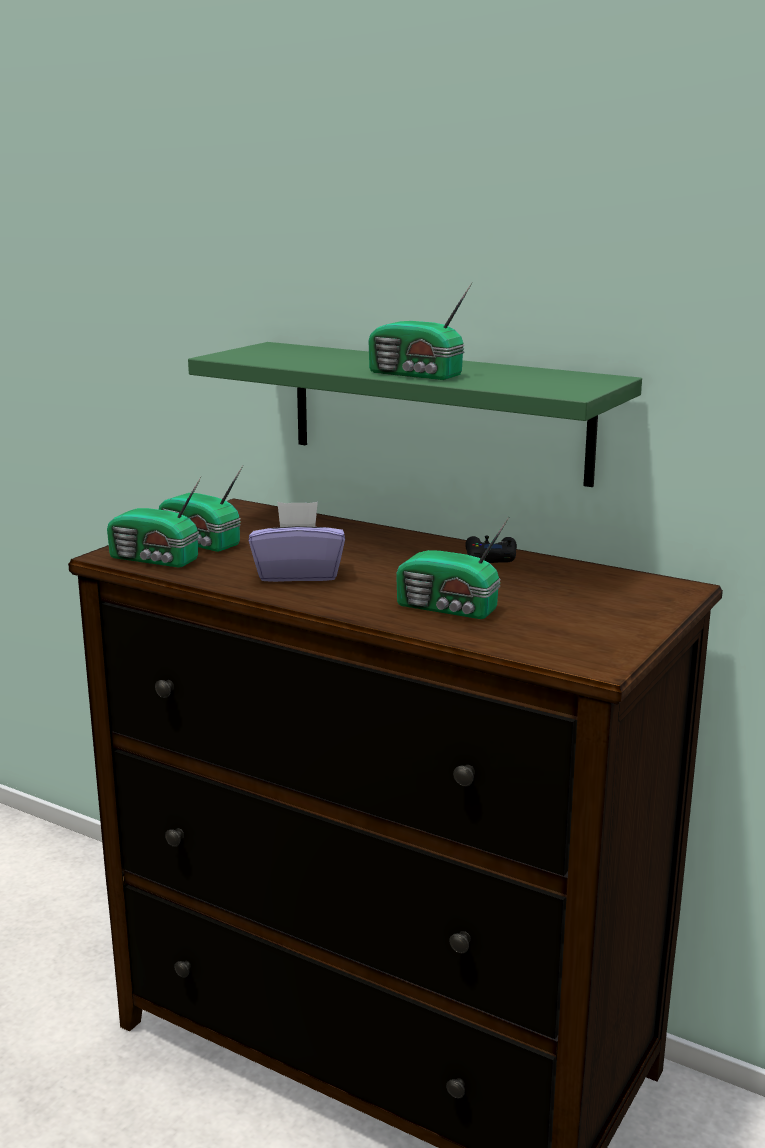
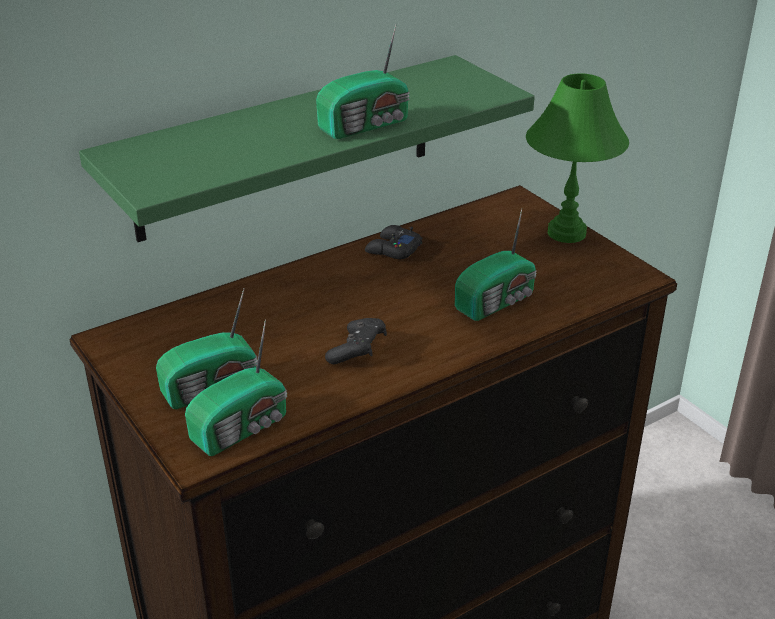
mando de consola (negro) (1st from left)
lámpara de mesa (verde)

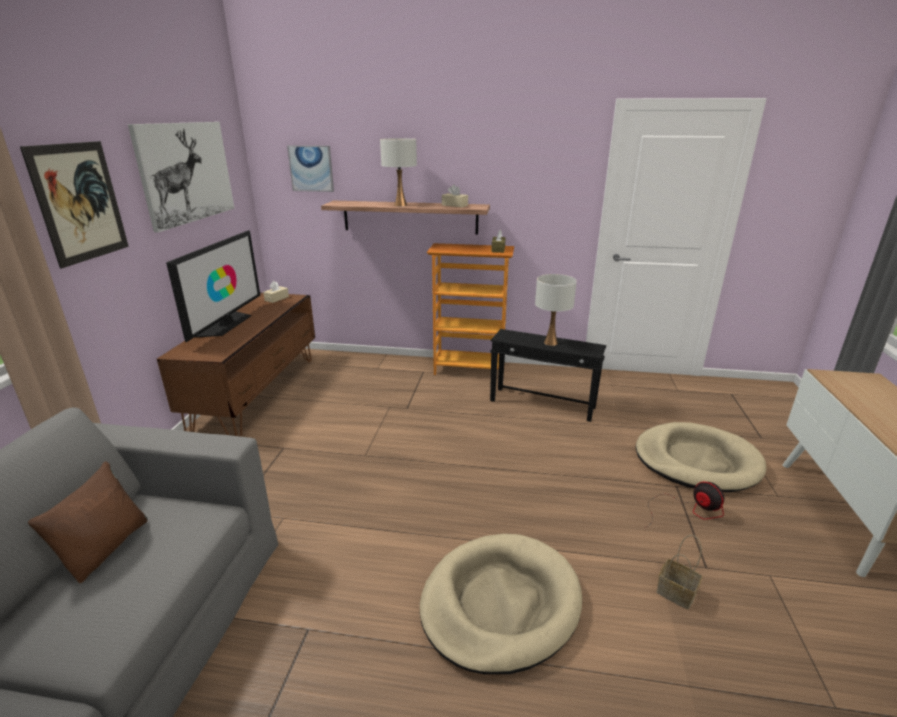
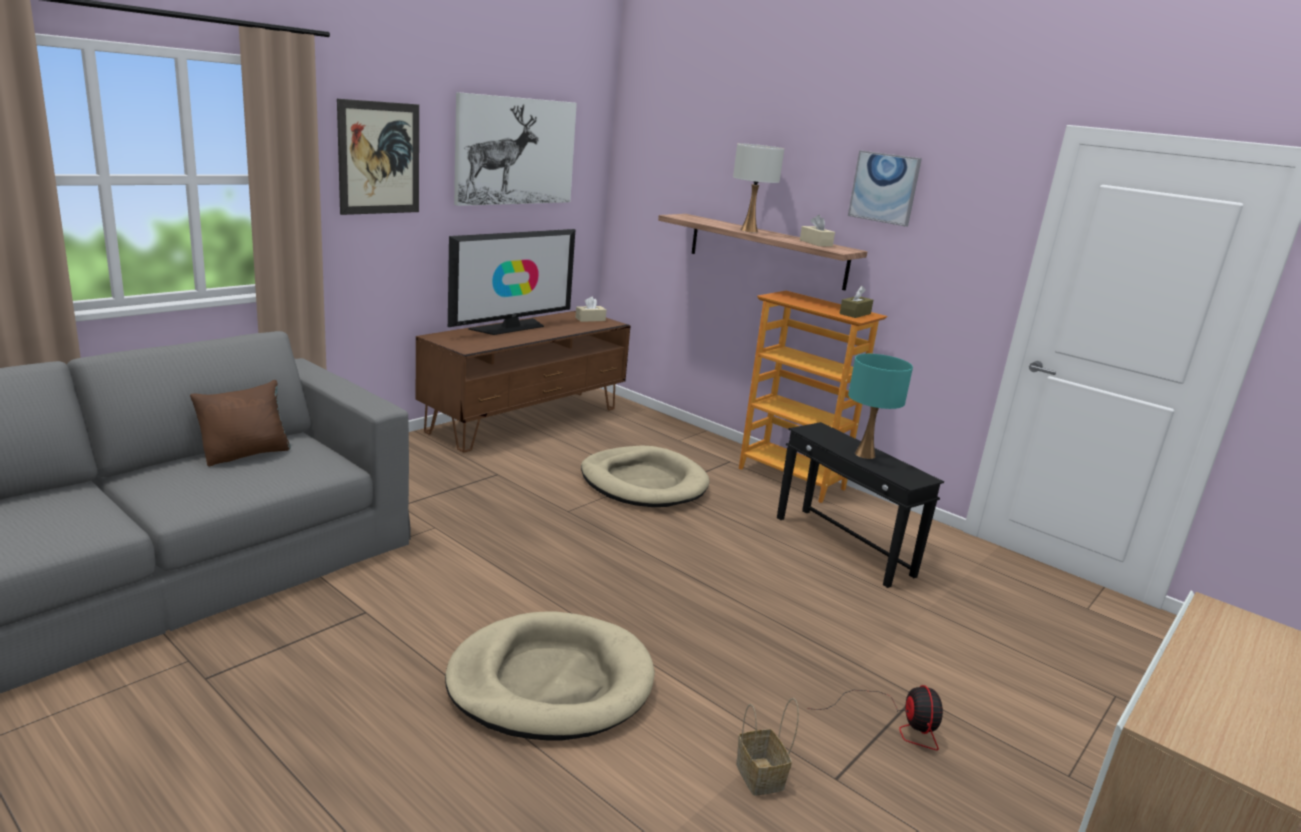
cama para perro (beis) (2nd from left)
cuadro (3rd from left)
lámpara de mesa (turquesa)

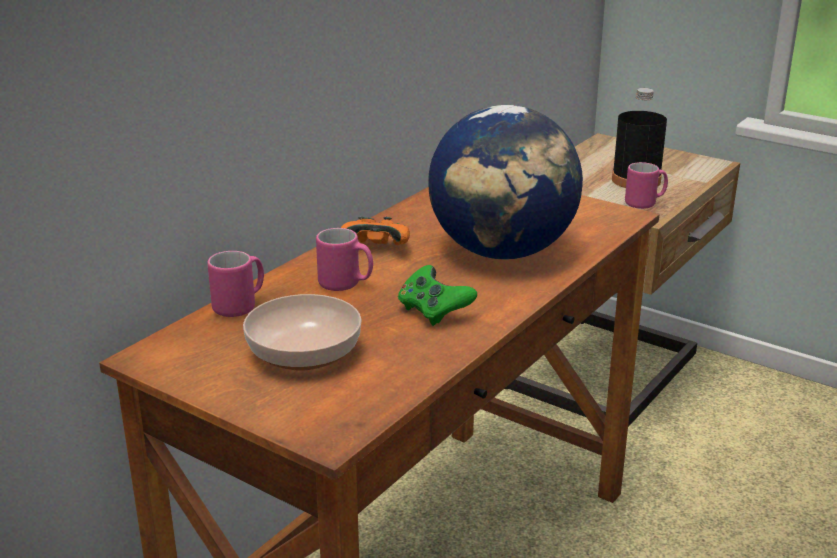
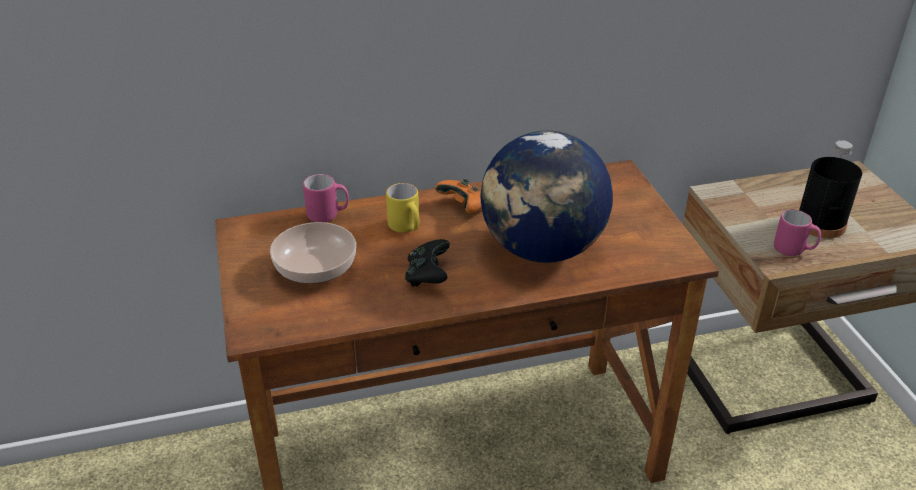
taza grande (amarillo)
mando de consola (negro)

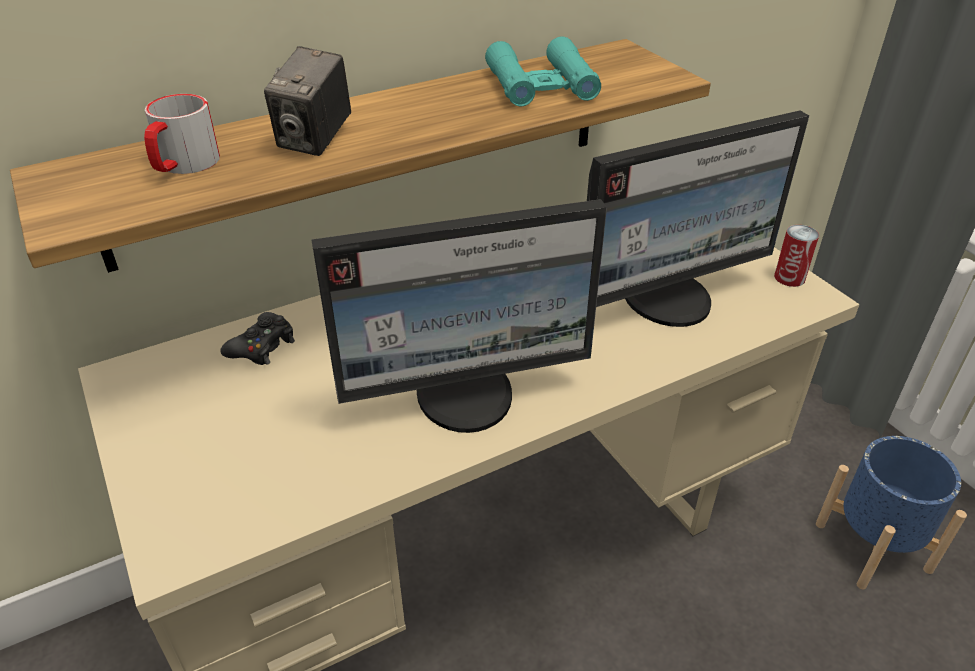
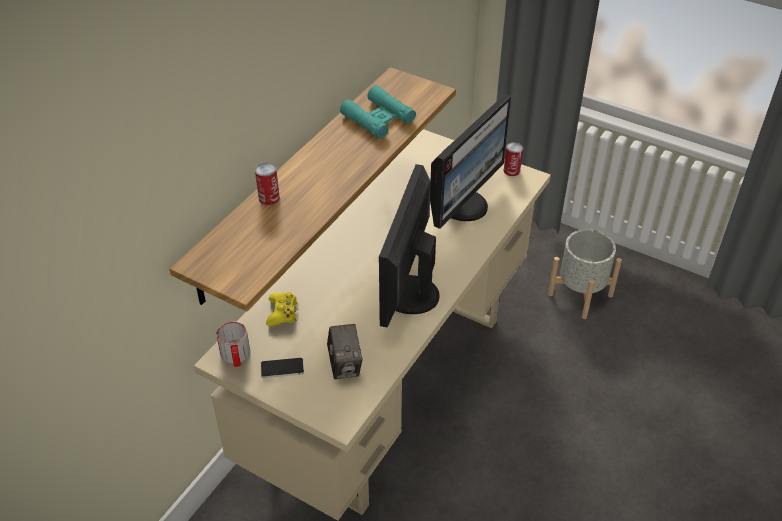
taza grande
lata (1st from left)
móvil
mando de consola (amarillo)
cámara
monitor (1st from left)
maceta (gris)

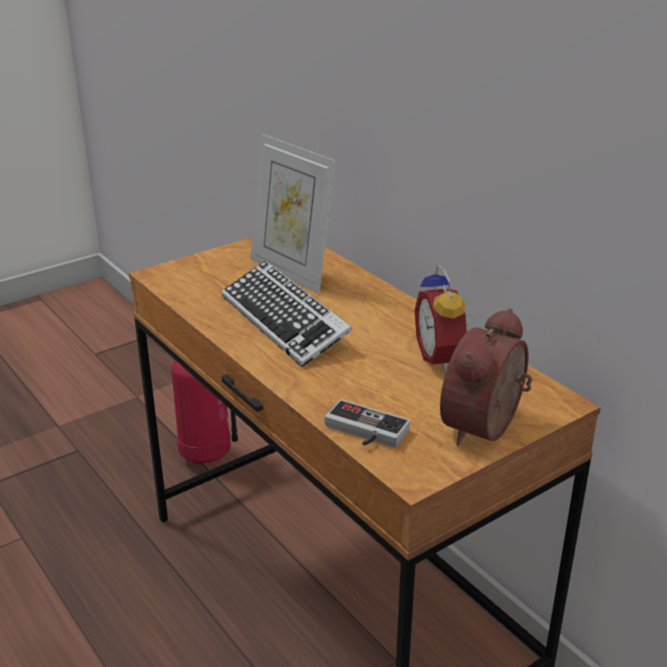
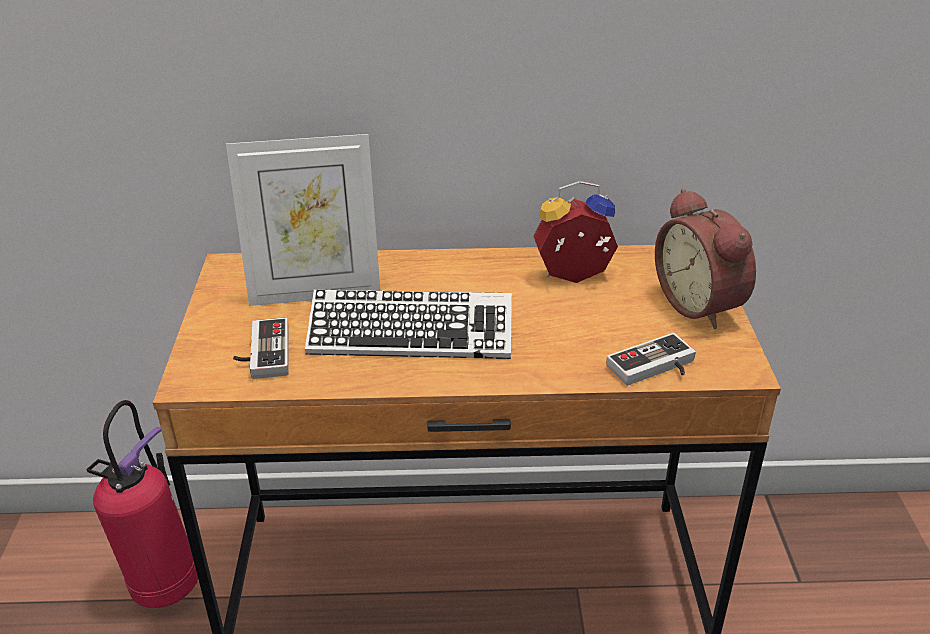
mando de consola (1st from left)
despertador (1st from left)

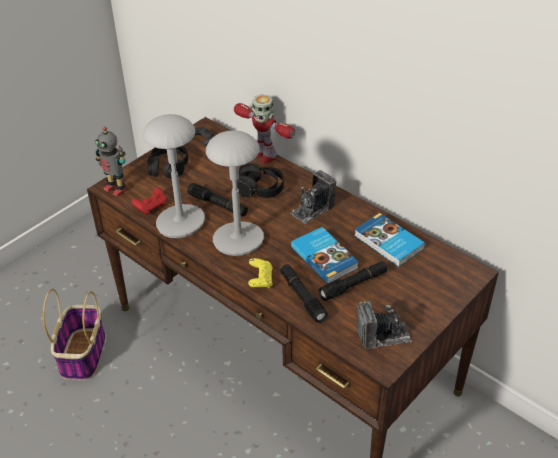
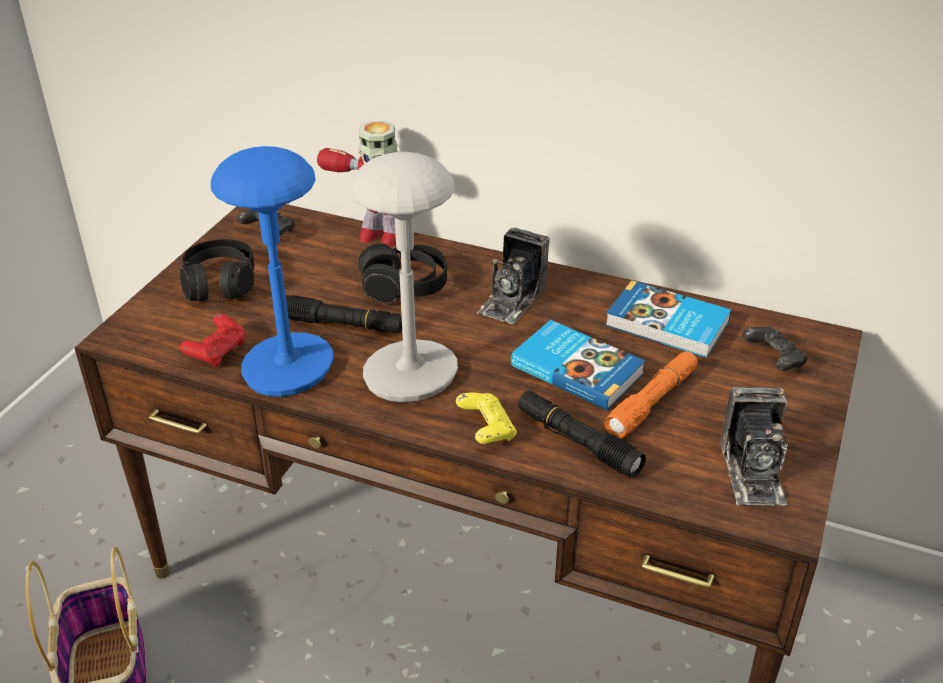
lámpara de mesa (azul)
linterna (naranja)
cámara (2nd from left)
mando de consola (negro) (2nd from left)
robot de juguete (1st from left in the first image)

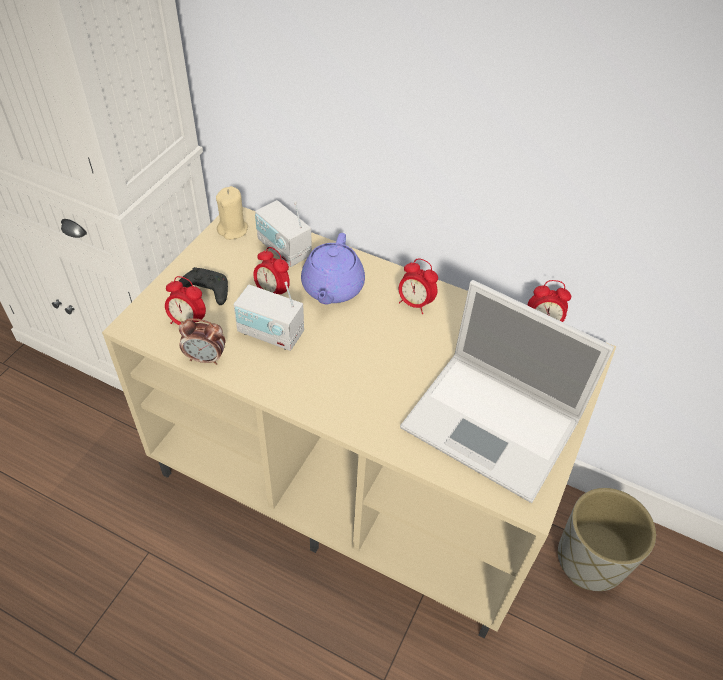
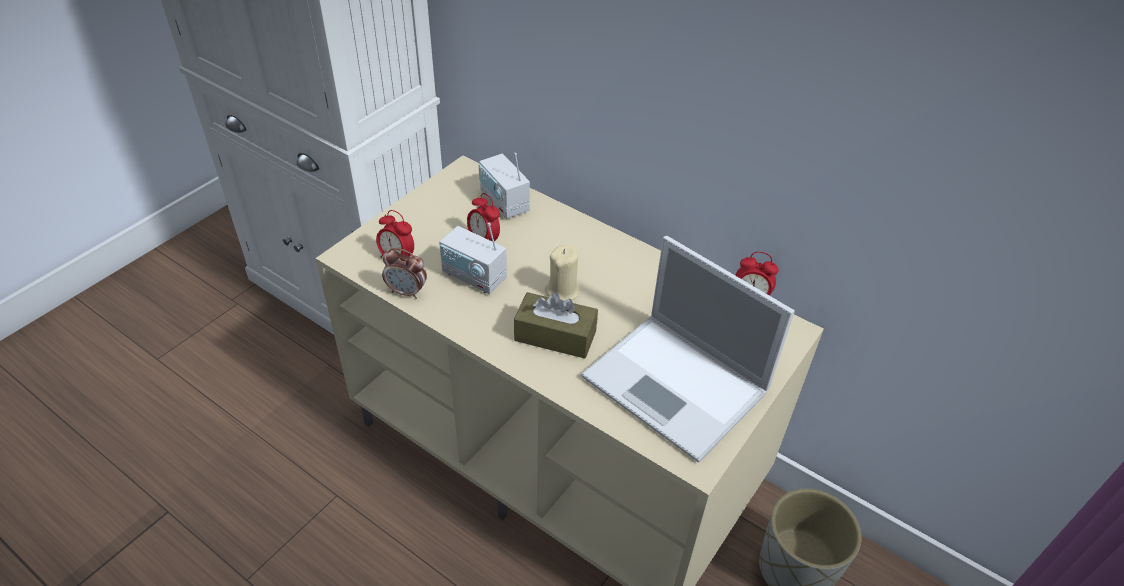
caja de pañuelos (marrón)
vela (beis)
mando de consola (negro)
tetera (morado)
despertador (4th from left in the first image)

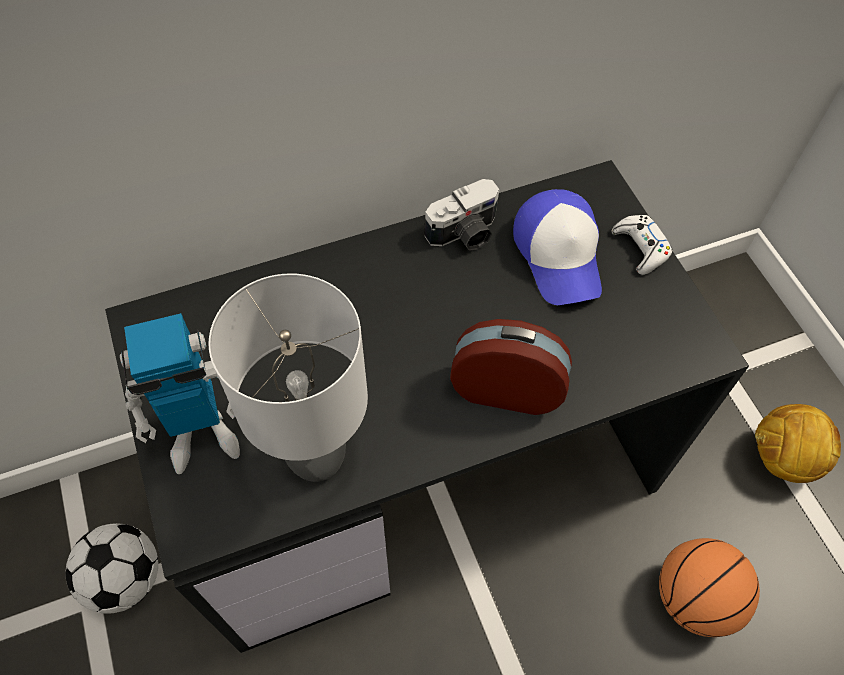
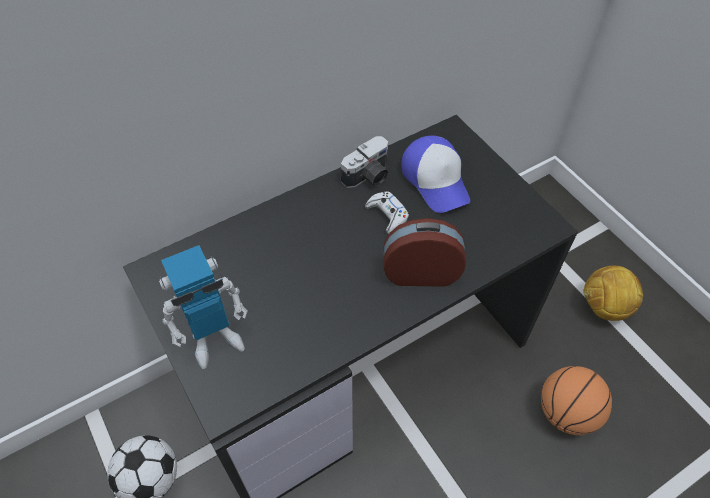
mando de consola (blanco)
lámpara de mesa (gris)

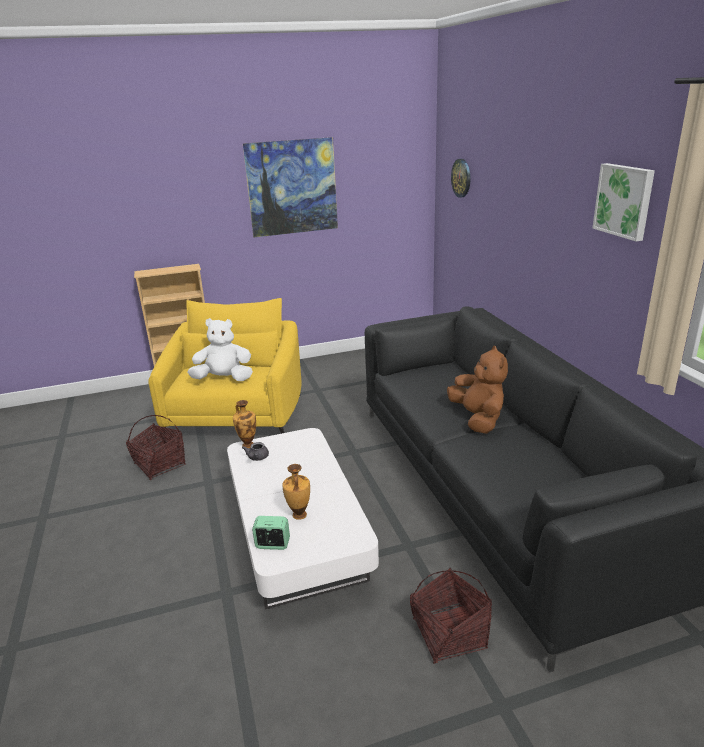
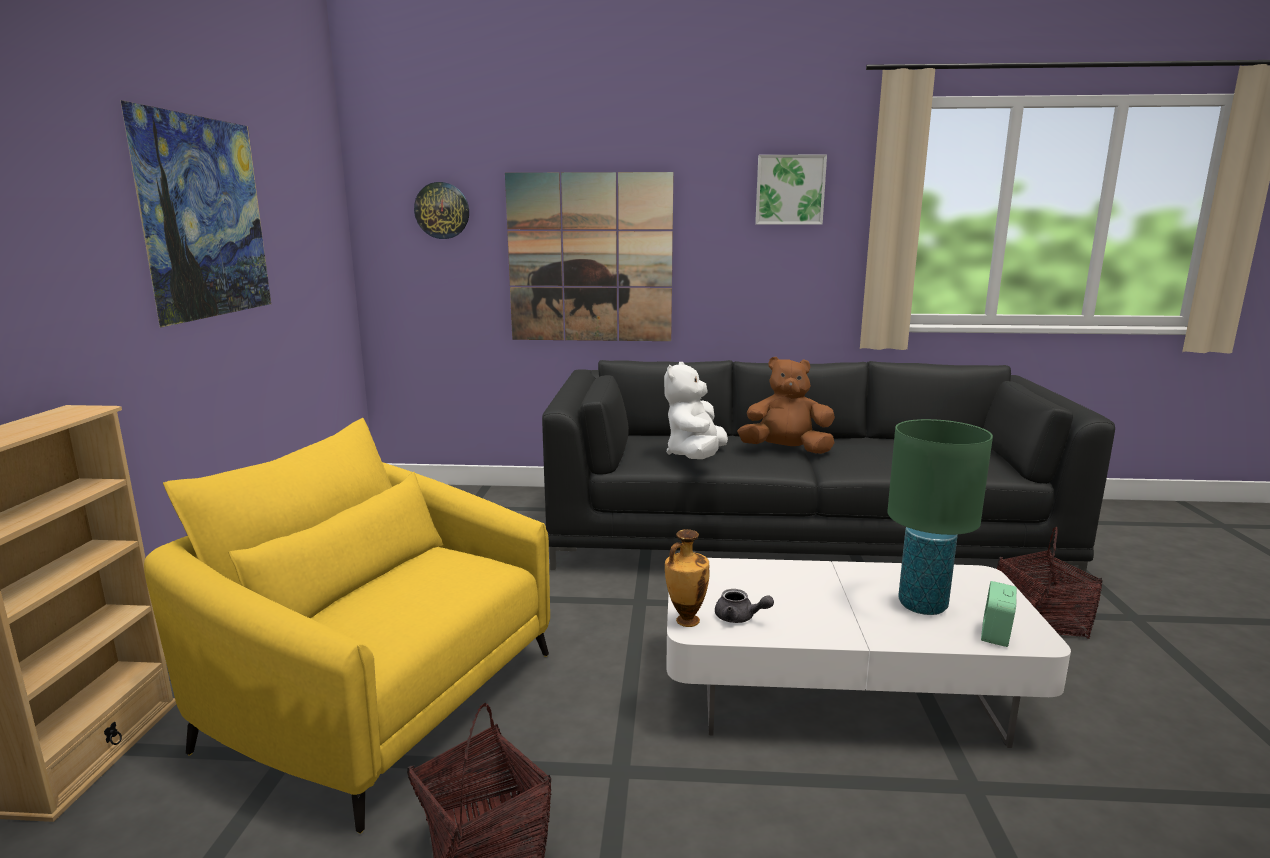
cuadro (2nd from left)
peluche (blanco)
lámpara de mesa (verde)

